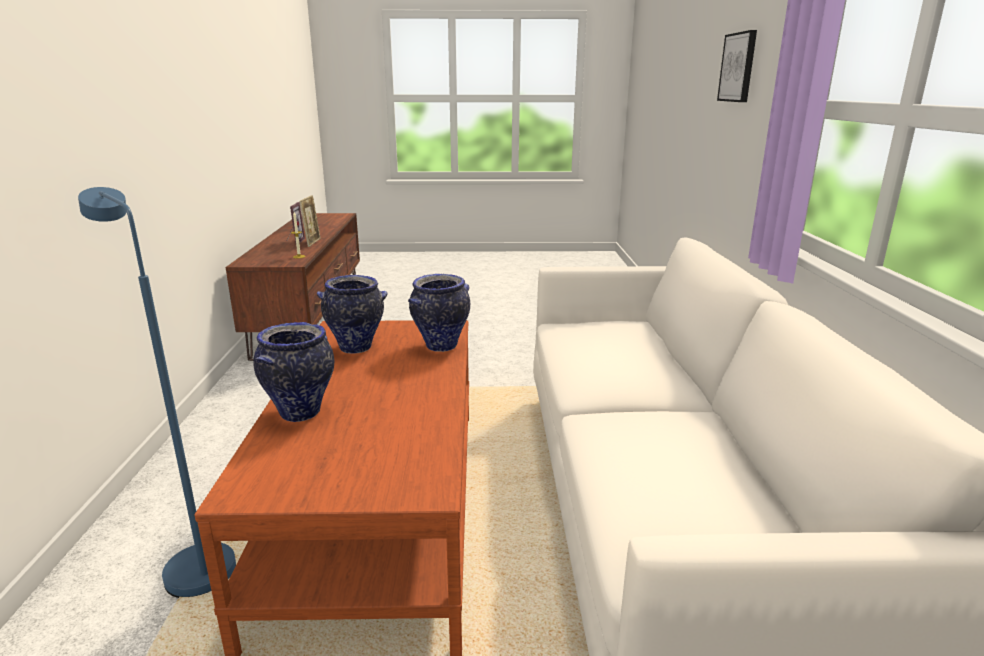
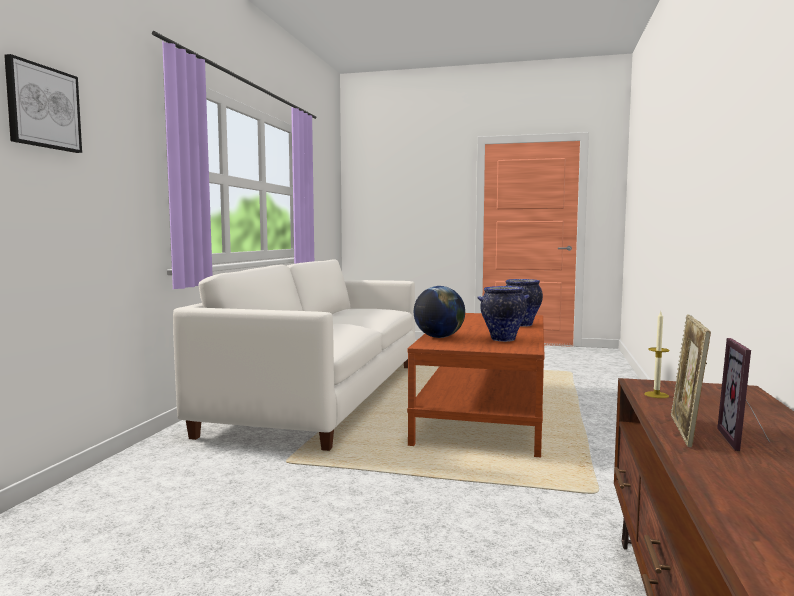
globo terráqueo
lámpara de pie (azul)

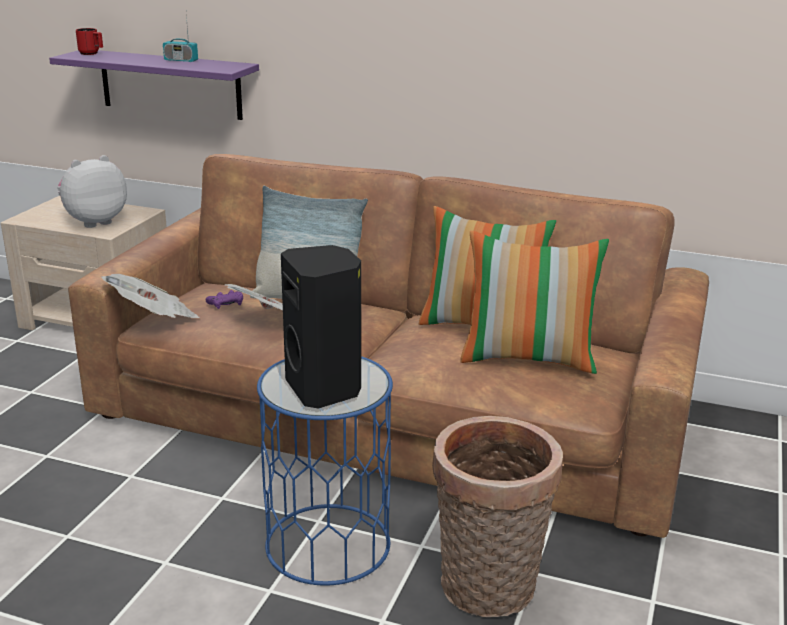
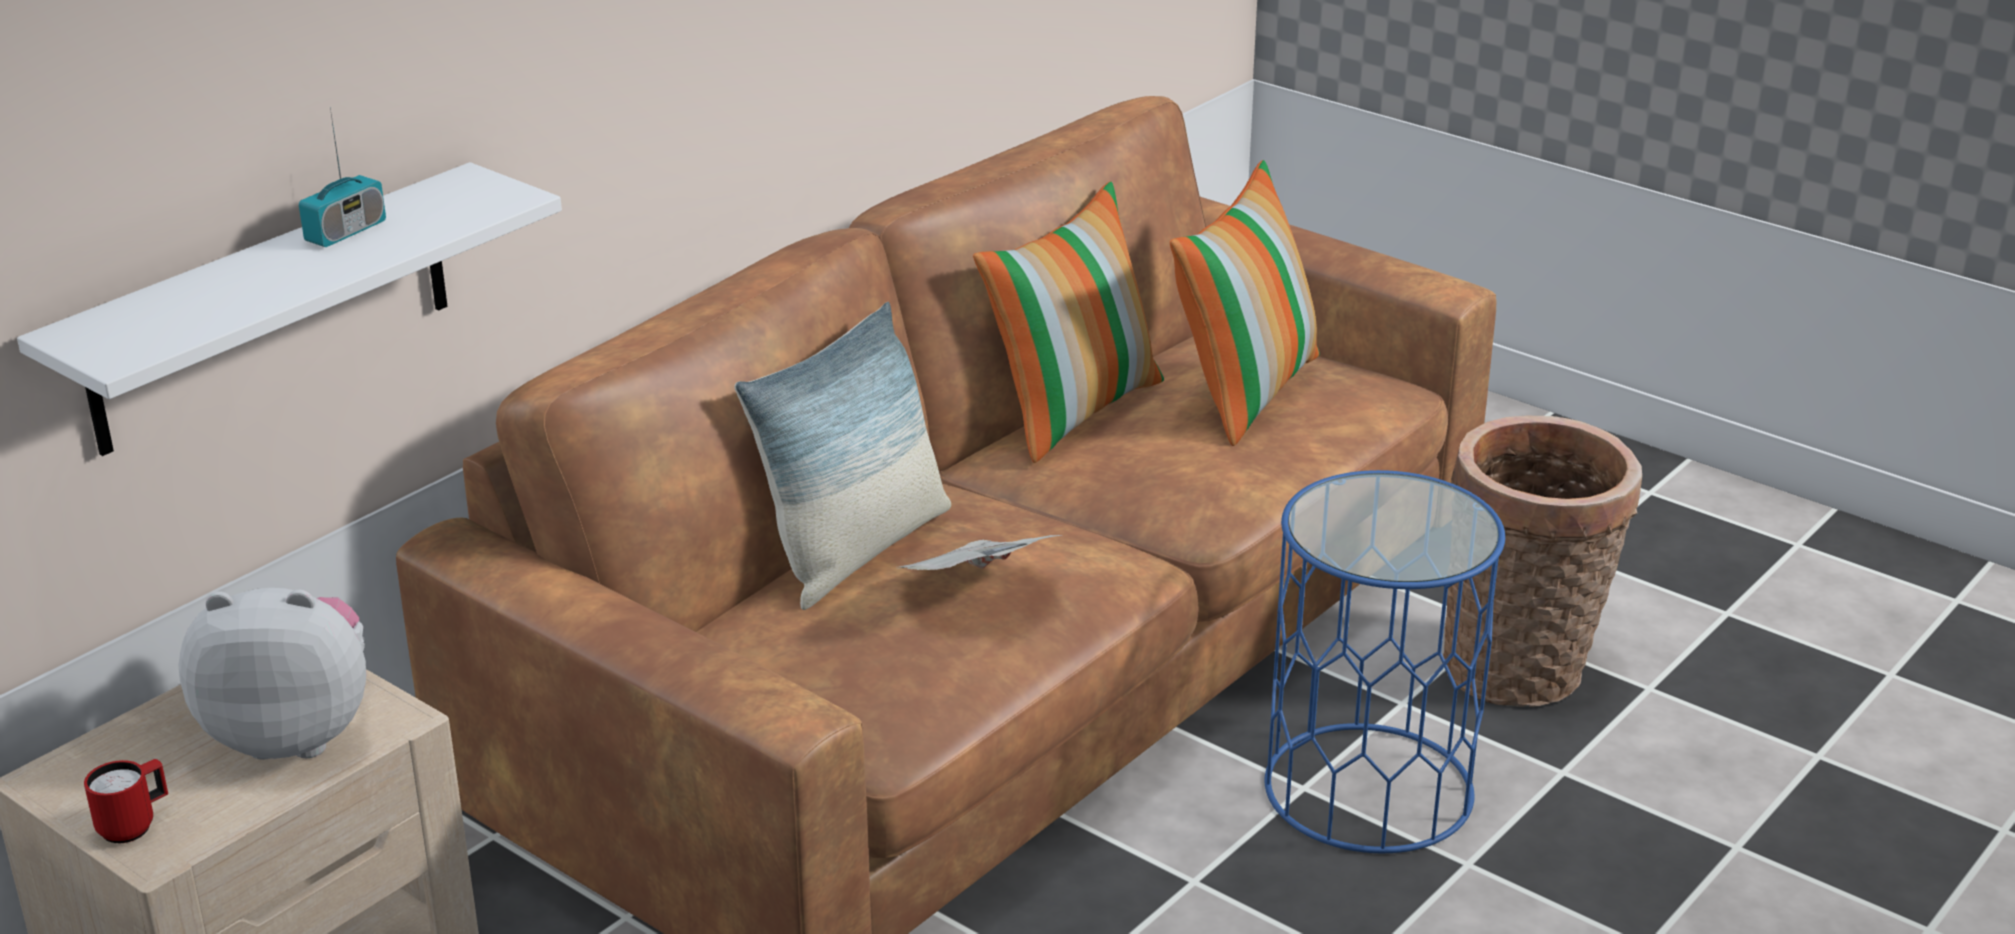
estante (blanco)
taza grande (rojo)
peluche
periódico (1st from left in the first image)
mando de consola (morado)
altavoz (negro)

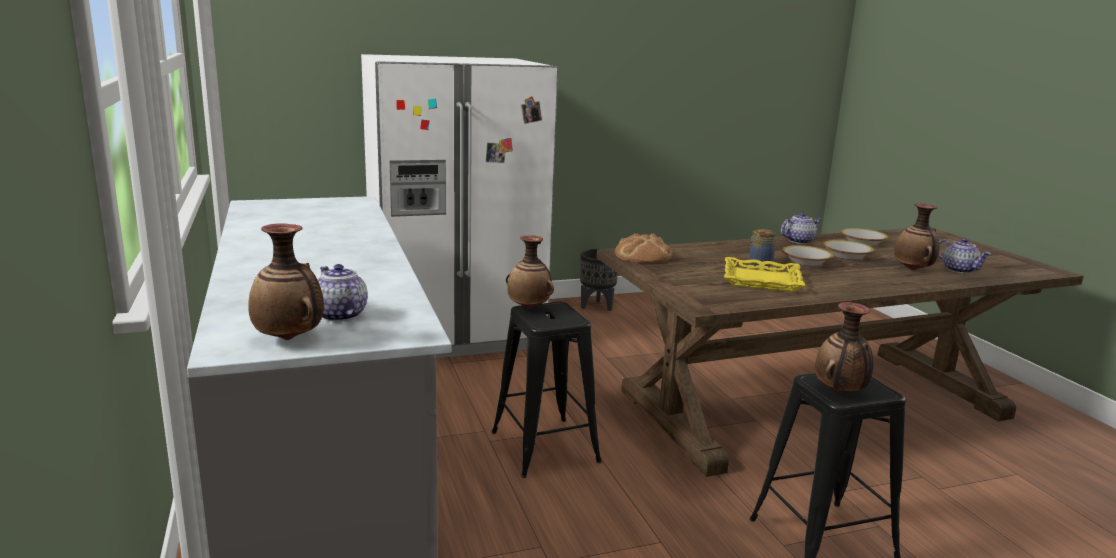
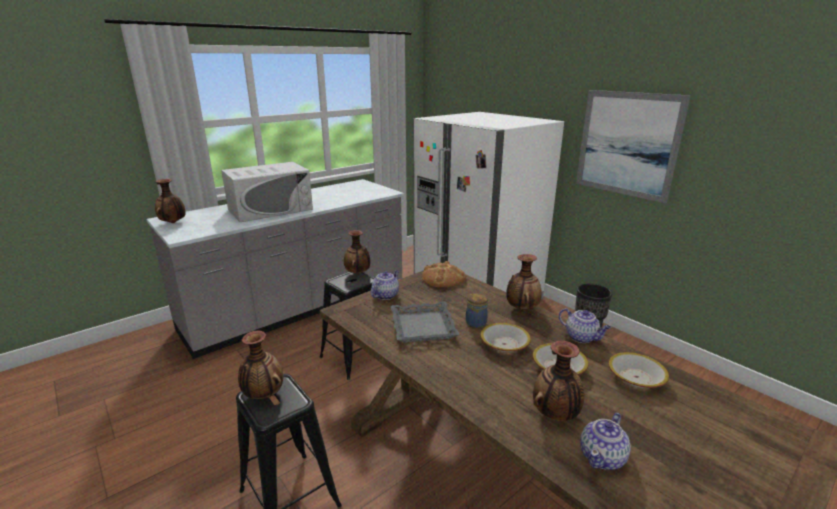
microondas (blanco)
tetera (1st from left)
bandeja (gris)
florero (4th from left)
cuadro

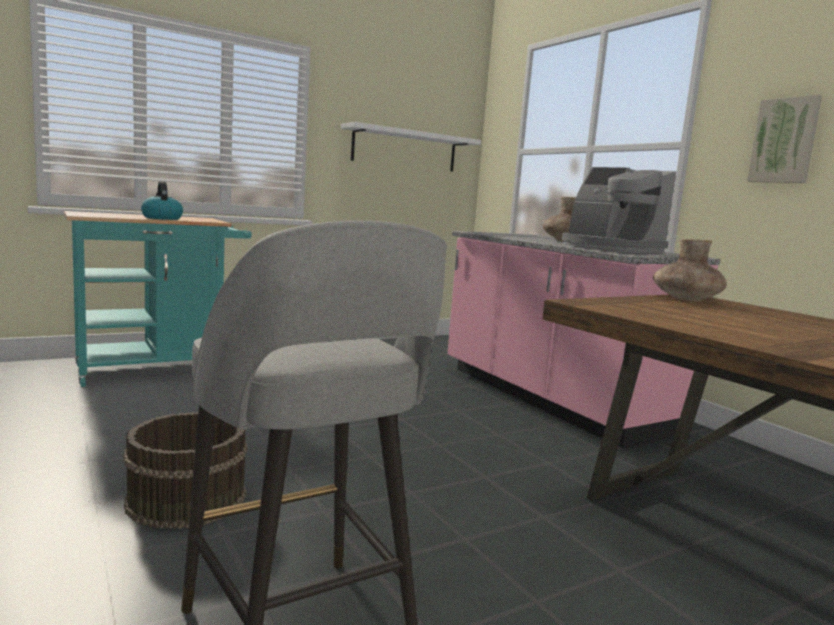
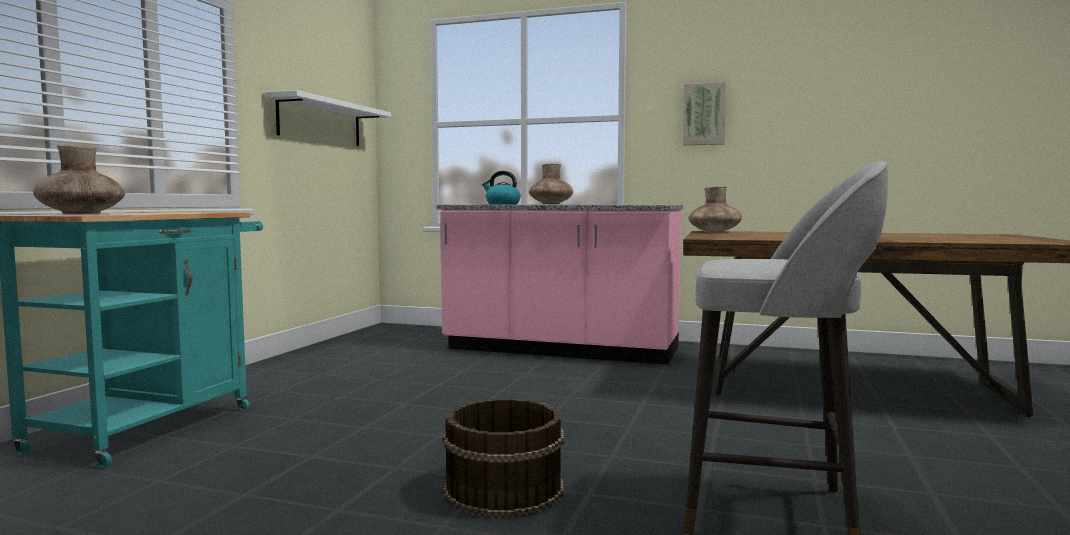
florero (marrón) (1st from left)
hervidor
cafetera

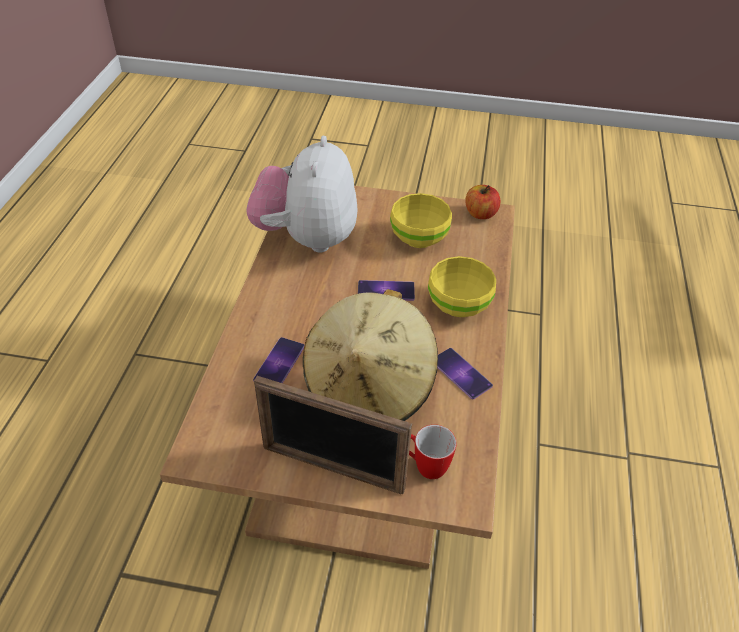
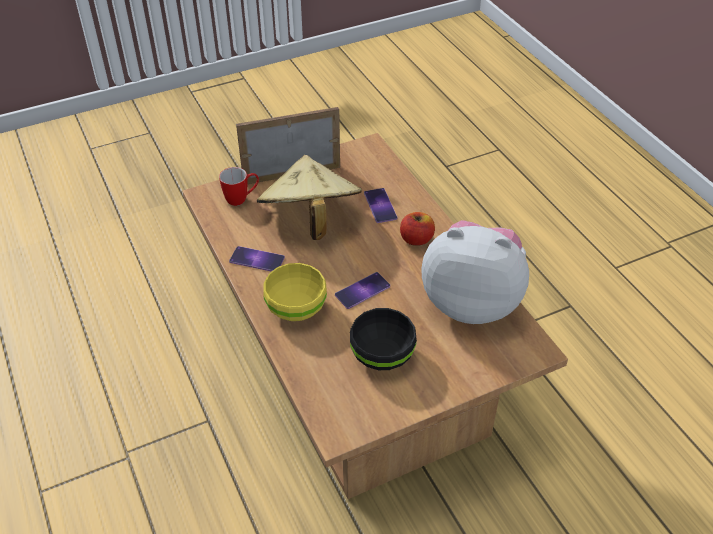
cuenco (negro)
manzana
peluche

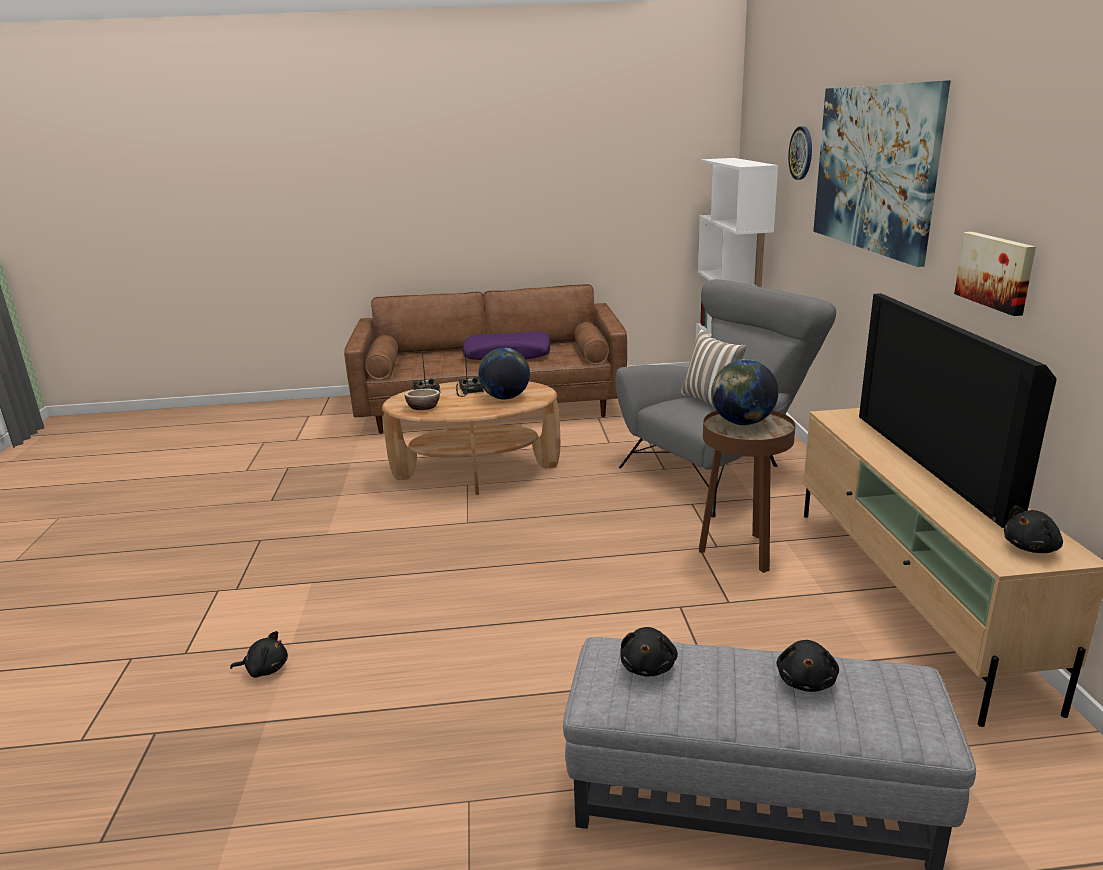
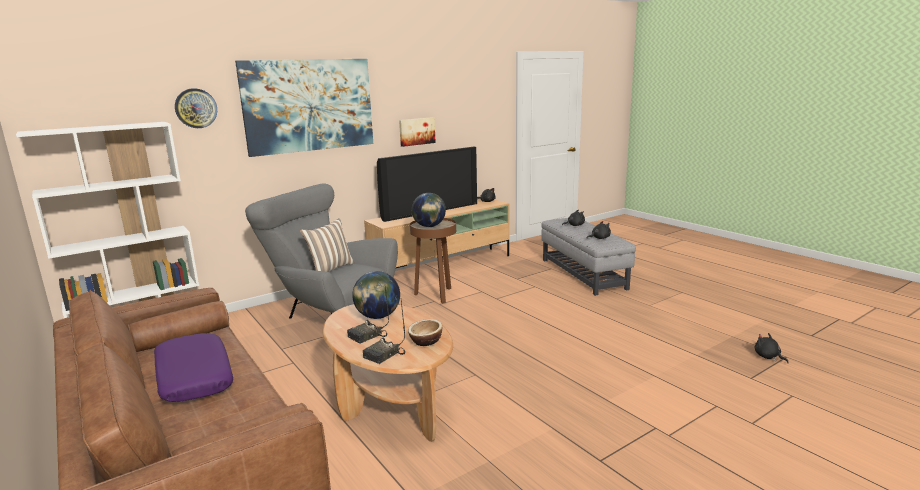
peluche (negro) (4th from left)

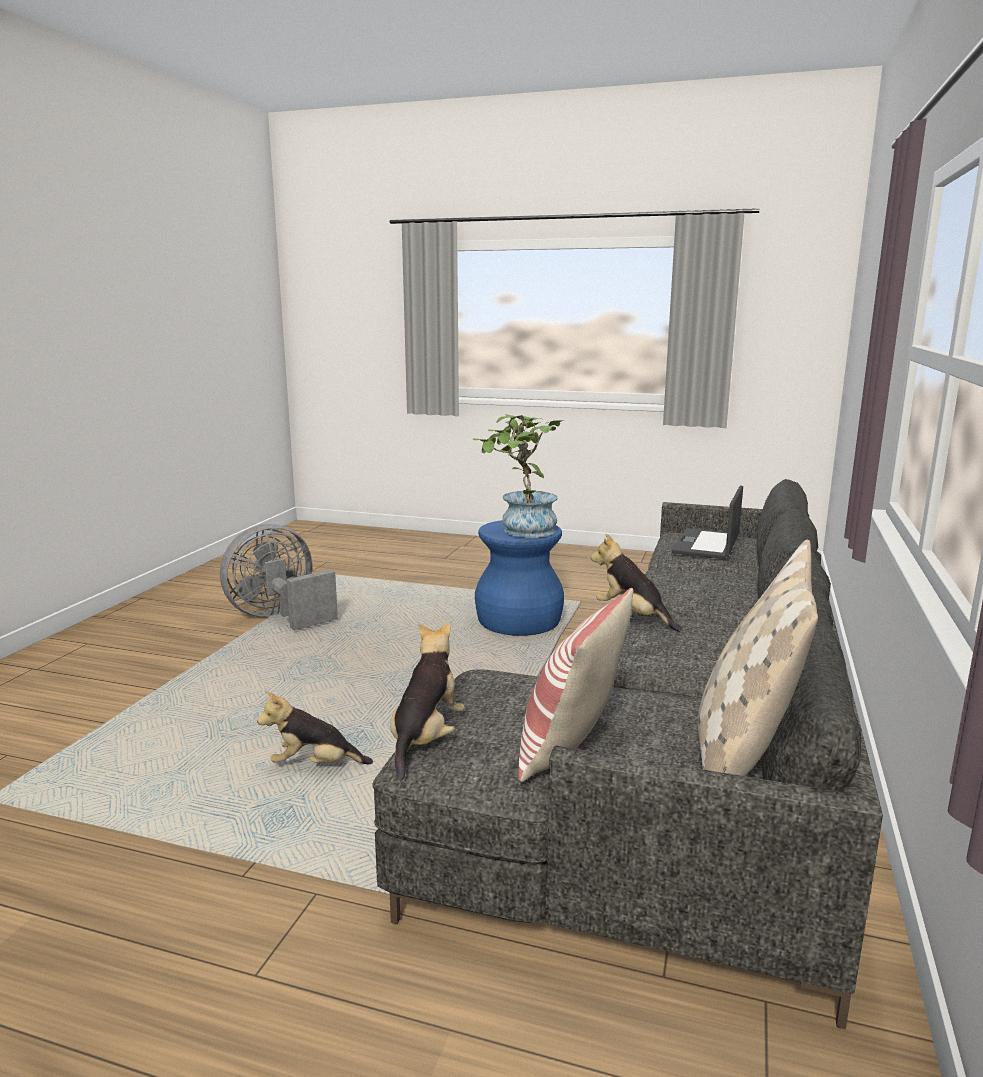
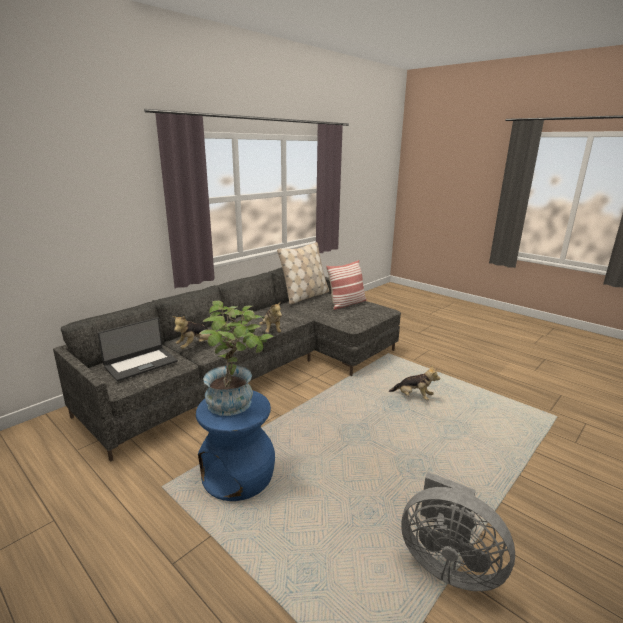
peluche (1st from left)
ventilador (gris)

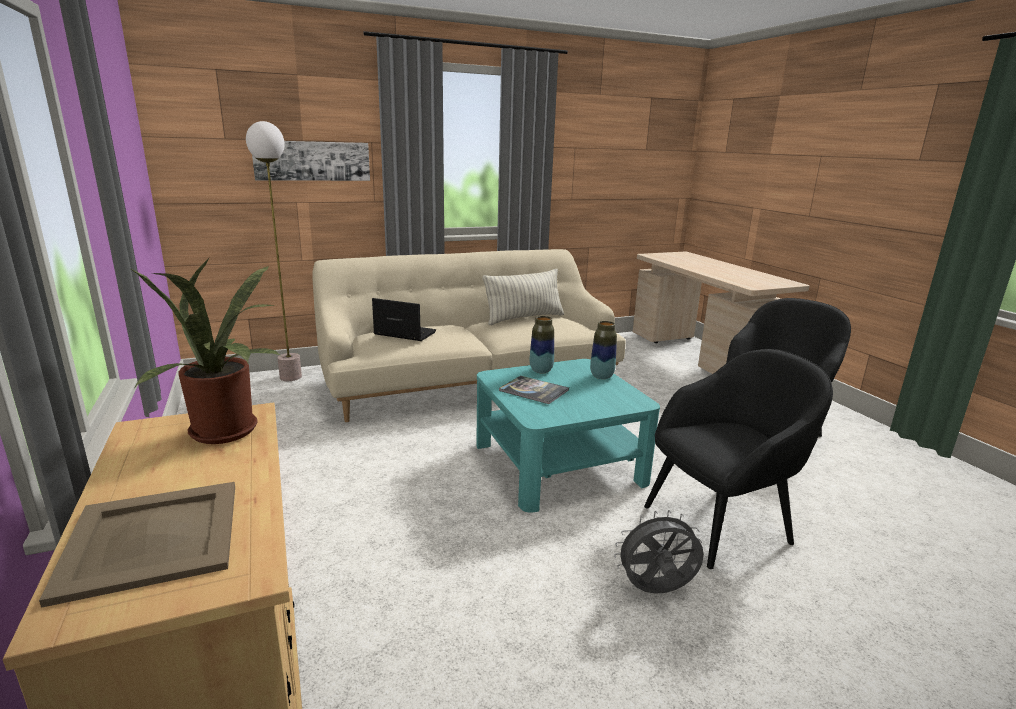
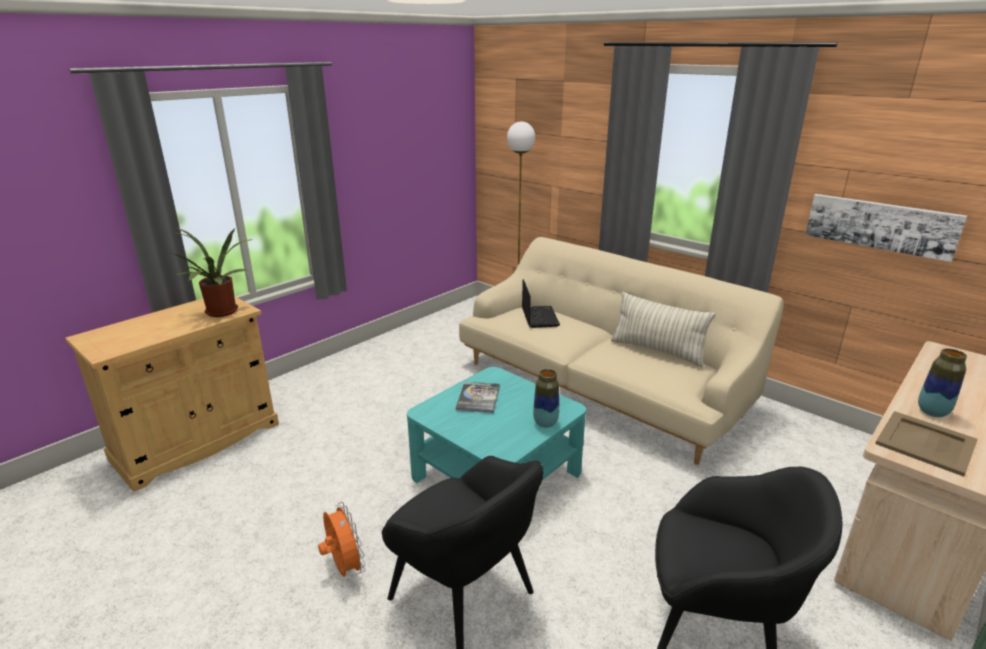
ventilador (naranja)
cuadro
bandeja (beis)
florero (2nd from left)

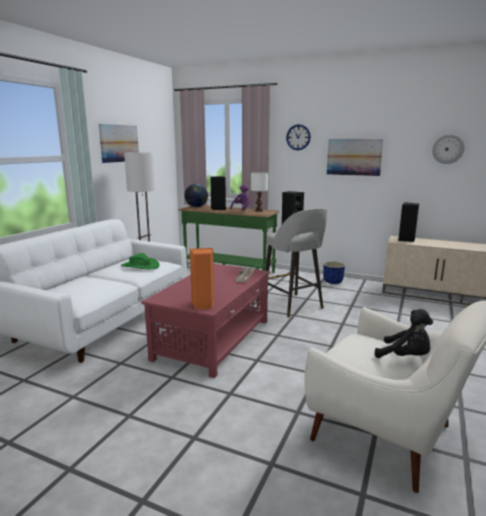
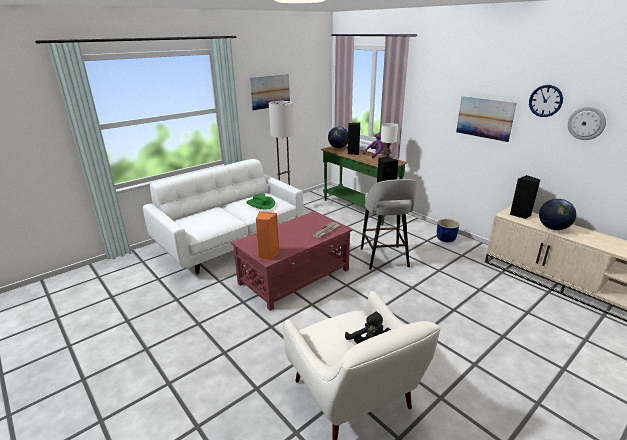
reloj de pared (1st from left)
globo terráqueo (2nd from left)

